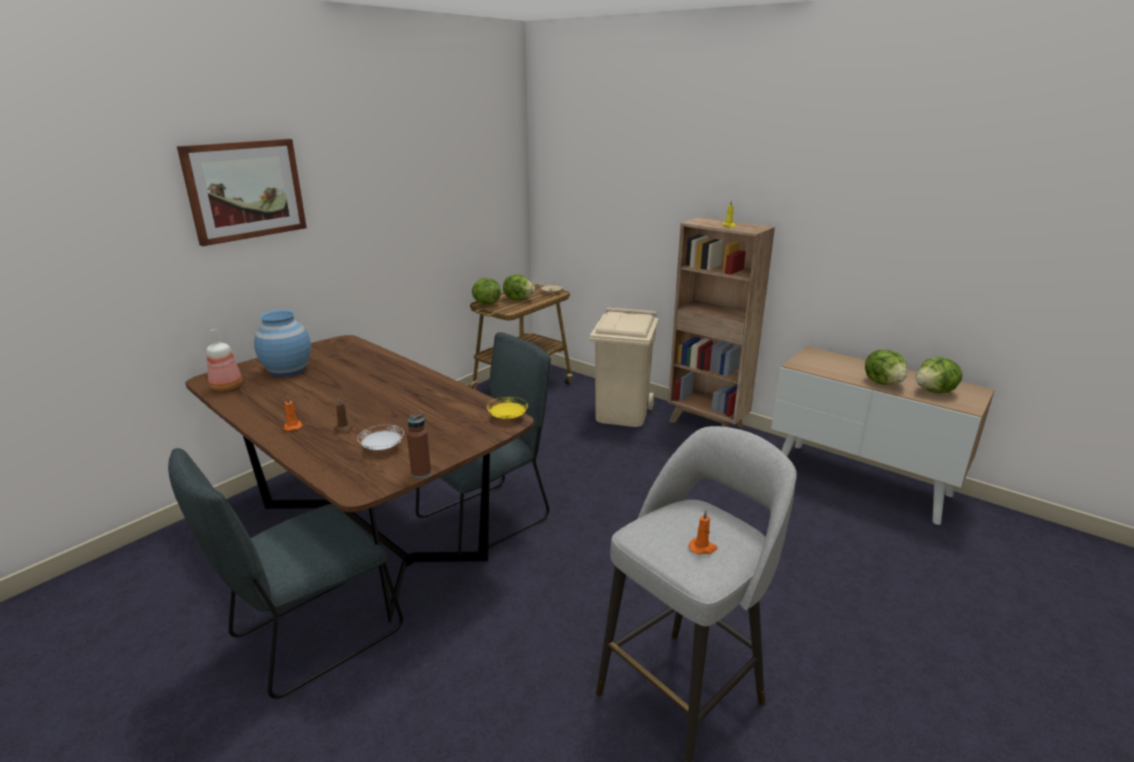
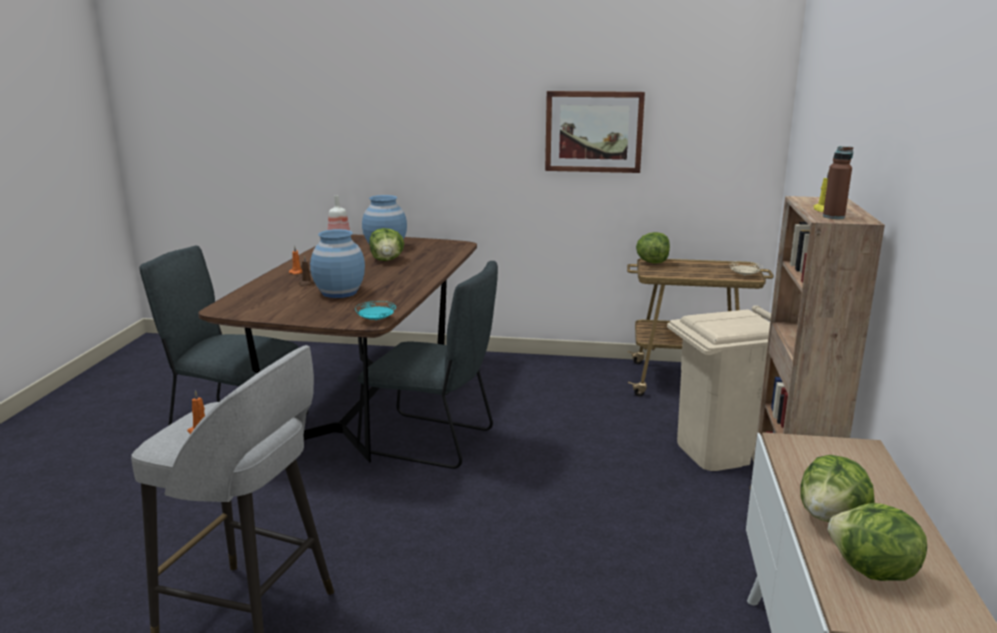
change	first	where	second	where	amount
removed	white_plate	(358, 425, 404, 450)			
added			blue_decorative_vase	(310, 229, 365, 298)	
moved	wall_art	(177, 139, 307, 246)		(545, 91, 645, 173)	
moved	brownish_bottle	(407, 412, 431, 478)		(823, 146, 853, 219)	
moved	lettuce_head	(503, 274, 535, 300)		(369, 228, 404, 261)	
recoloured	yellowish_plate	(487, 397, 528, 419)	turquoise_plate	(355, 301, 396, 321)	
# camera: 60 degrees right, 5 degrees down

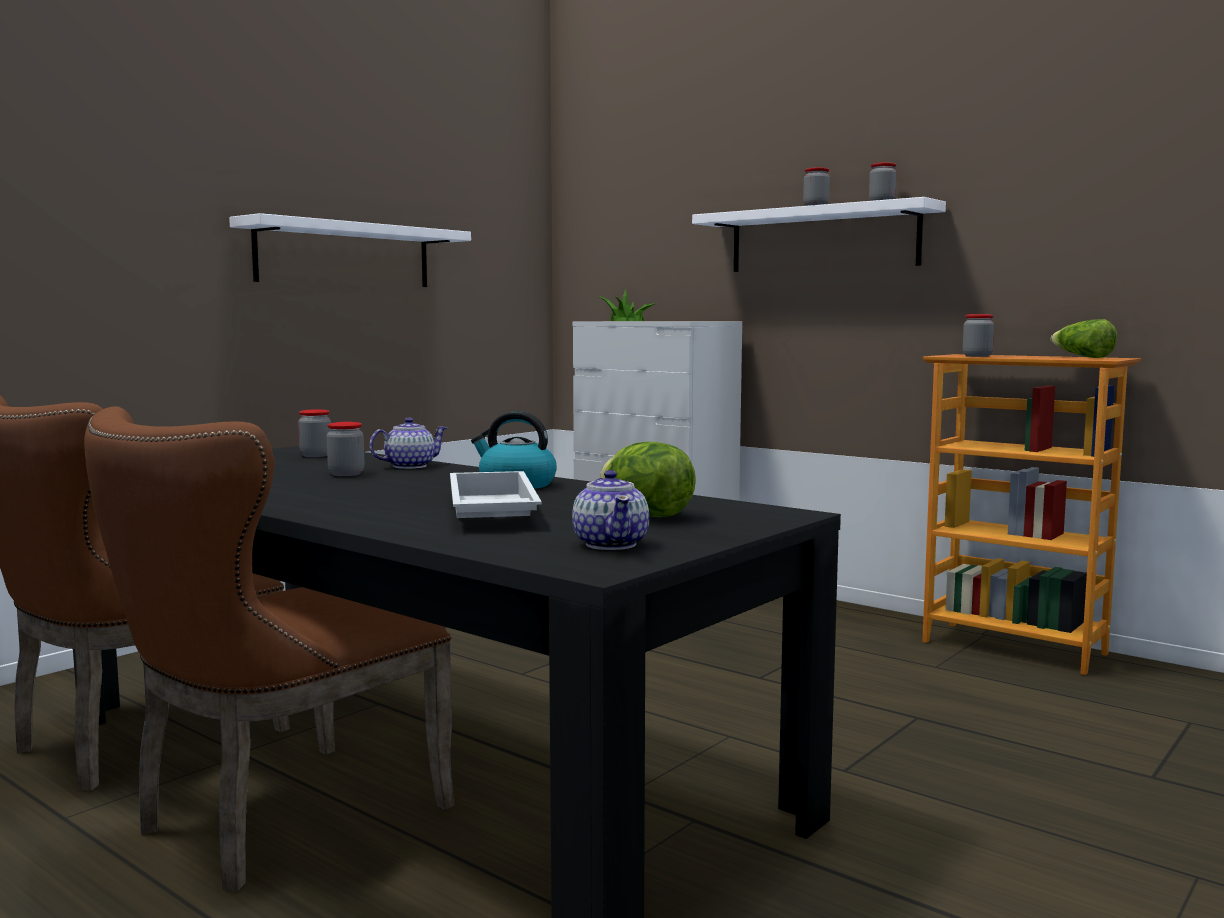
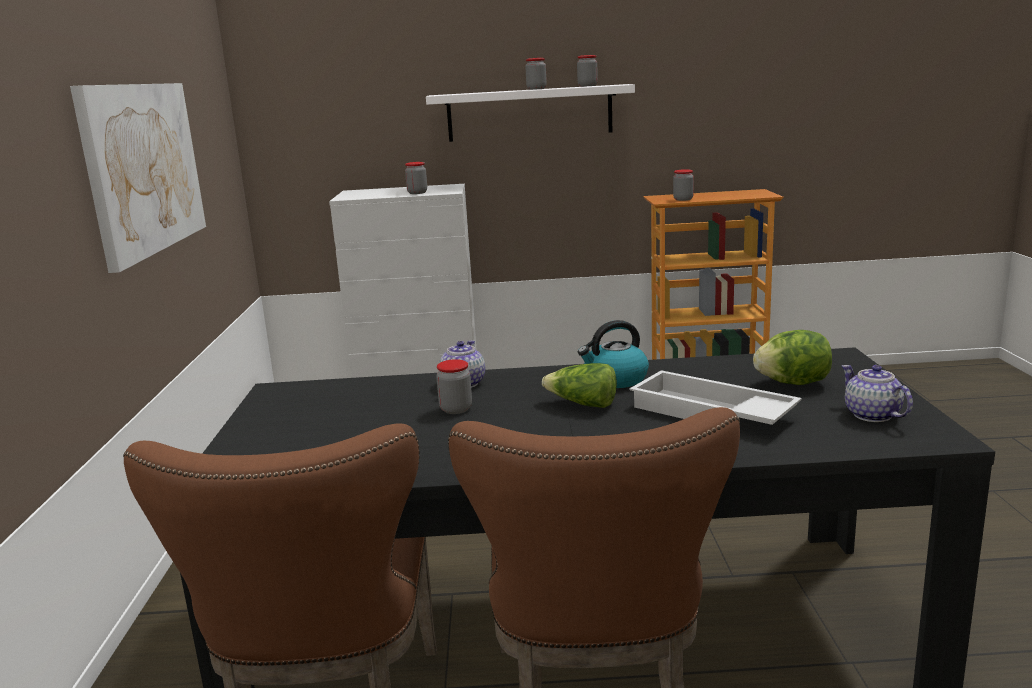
change	first	where	second	where	amount
removed	potted_plant	(598, 289, 656, 321)			
moved	preserve_jar	(298, 409, 331, 457)		(405, 162, 427, 194)	
moved	lettuce_head	(1051, 319, 1117, 358)		(542, 363, 617, 408)	
replaced	white_shelf	(229, 213, 471, 287)	wall_art	(70, 83, 206, 273)	
turned	tea_pot	(572, 470, 649, 550)		(842, 365, 913, 422)	150 degrees counterclockwise
# camera: 40 degrees left, 10 degrees up

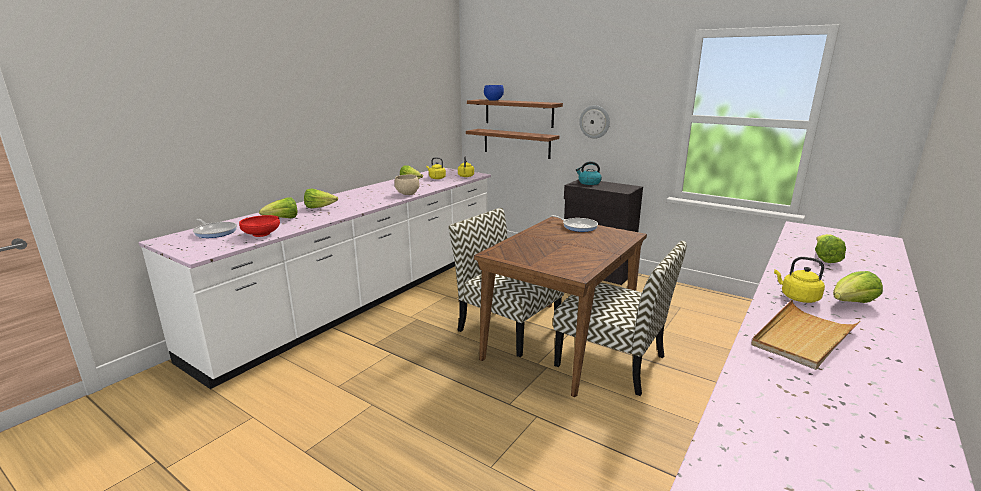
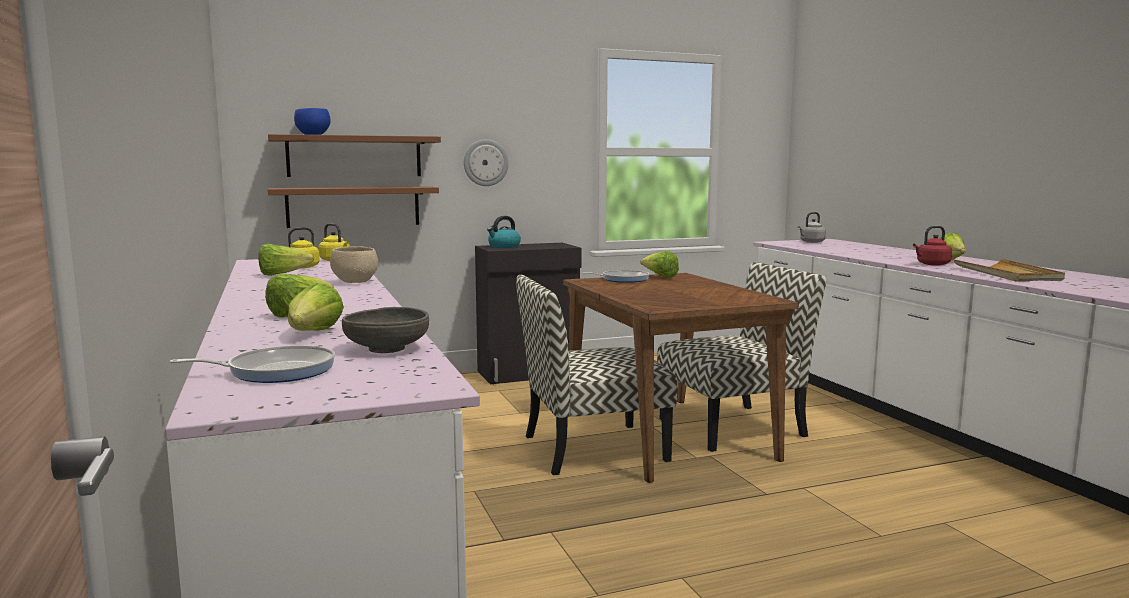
change	first	where	second	where	amount
added			gray_tea_kettle	(798, 212, 826, 243)	
moved	lettuce_head	(815, 234, 846, 263)		(640, 251, 679, 278)	
recoloured	reddish_bowl	(239, 215, 280, 237)	gray_bowl	(342, 307, 429, 353)	
recoloured	yellowish_tea_kettle	(774, 257, 825, 303)	reddish_tea_kettle	(913, 226, 952, 266)	
# camera: 55 degrees left, 10 degrees down

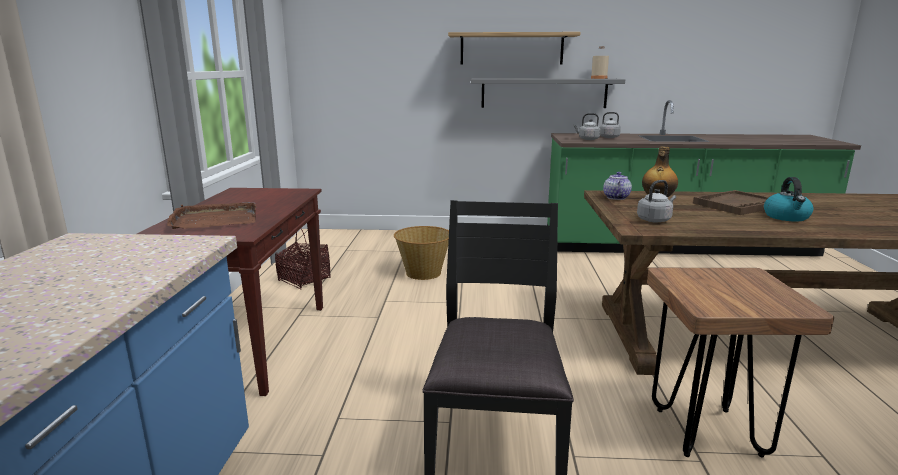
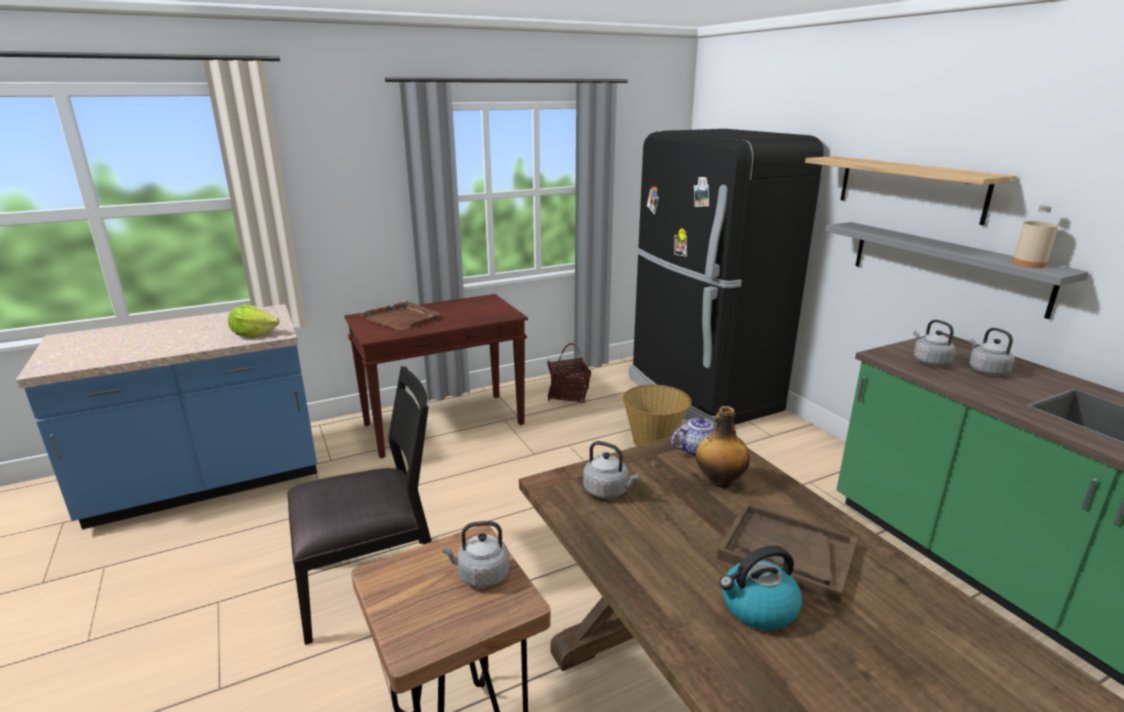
change	first	where	second	where	amount
added			lettuce_head	(228, 305, 280, 338)	
added			gray_tea_kettle	(442, 521, 510, 588)	
added			blackish_refrigerator	(629, 129, 824, 426)	
# camera: 60 degrees right, 5 degrees up

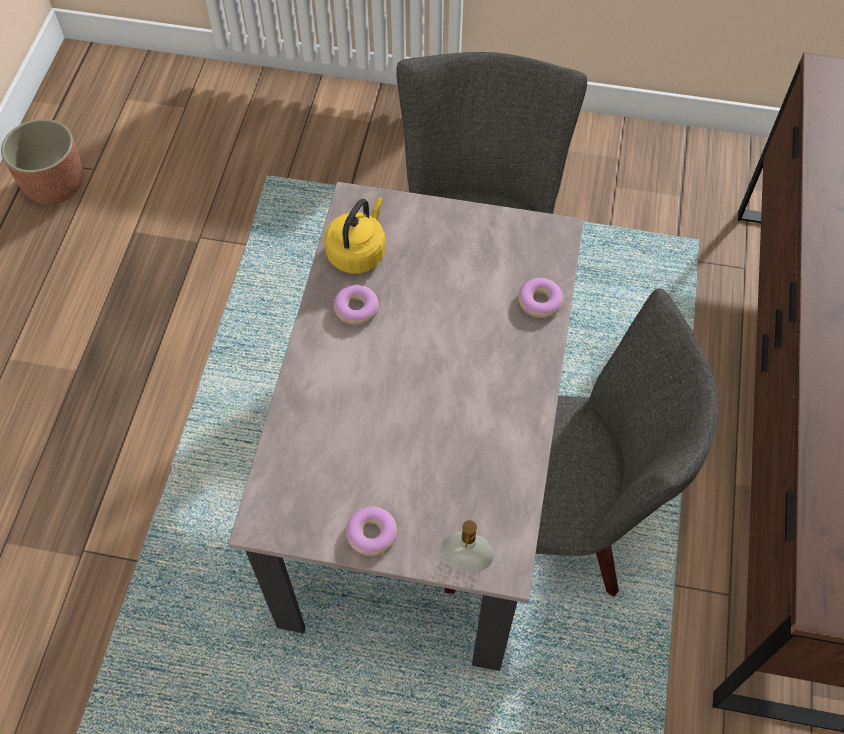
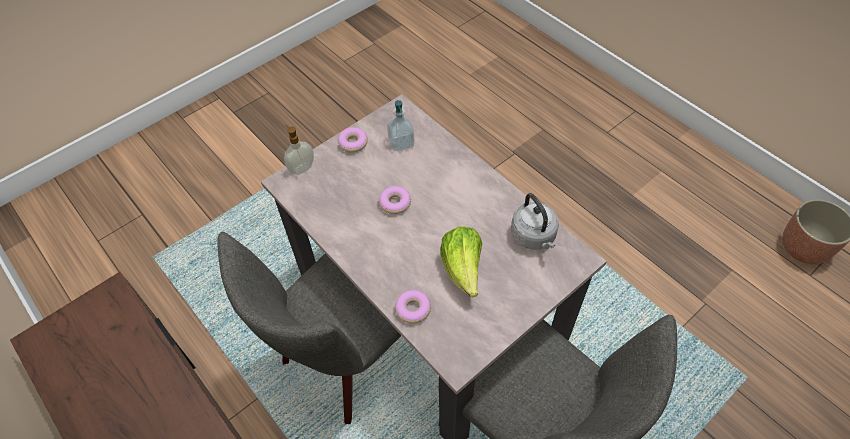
change	first	where	second	where	amount
added			soap_bottle	(387, 100, 415, 151)	
added			lettuce_head	(440, 227, 482, 297)	
moved	doughnut	(334, 285, 379, 325)		(379, 186, 411, 214)	
recoloured	yellowish_tea_kettle	(324, 197, 385, 274)	gray_tea_kettle	(511, 193, 559, 249)	
# camera: 130 degrees right, 5 degrees down

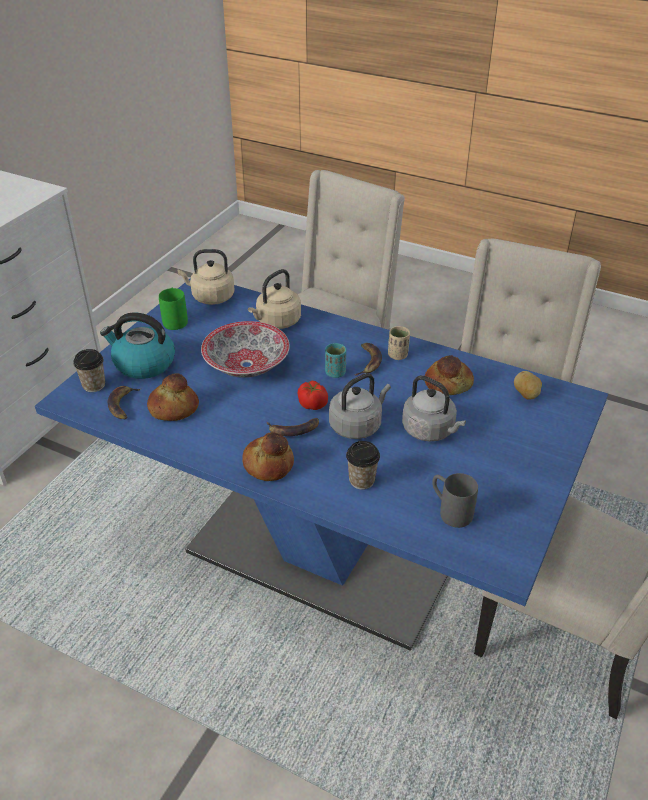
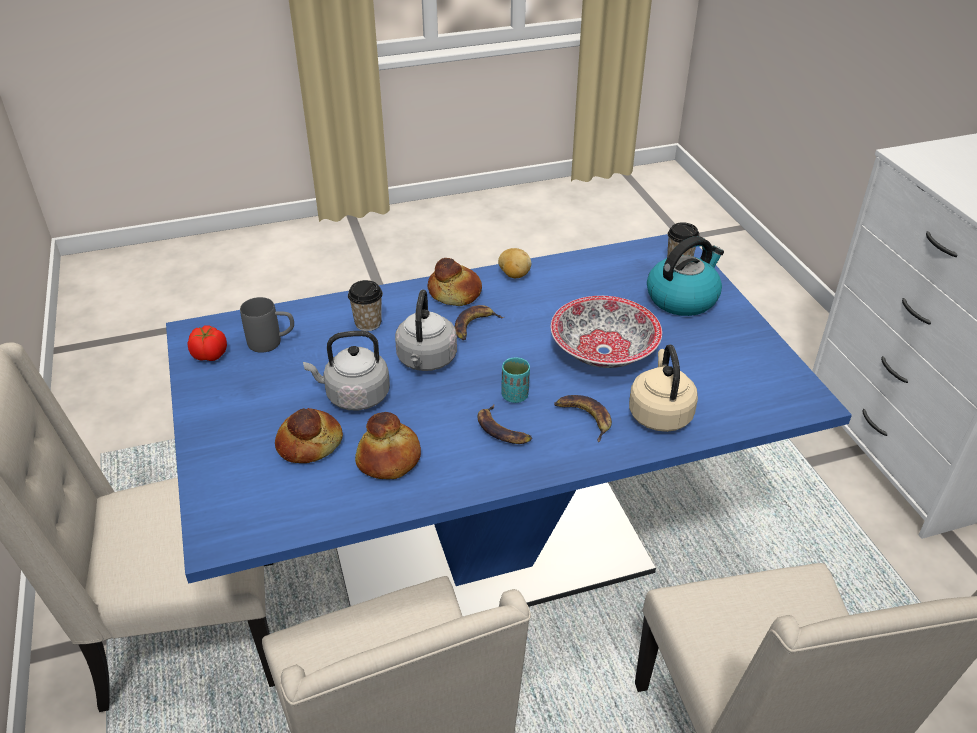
change	first	where	second	where	amount
removed	green_mug	(159, 288, 188, 330)			
removed	beige_tea_kettle	(178, 249, 235, 305)			
removed	beige_cup	(388, 326, 410, 360)			
moved	banana_fruit	(108, 386, 141, 419)		(554, 395, 612, 442)	
moved	bread	(147, 373, 199, 421)		(275, 408, 343, 463)	
moved	tomato	(298, 381, 328, 410)		(187, 325, 227, 361)	
moved	spud	(514, 371, 542, 400)		(498, 248, 531, 278)	
# camera: 135 degrees right, 0 degrees up

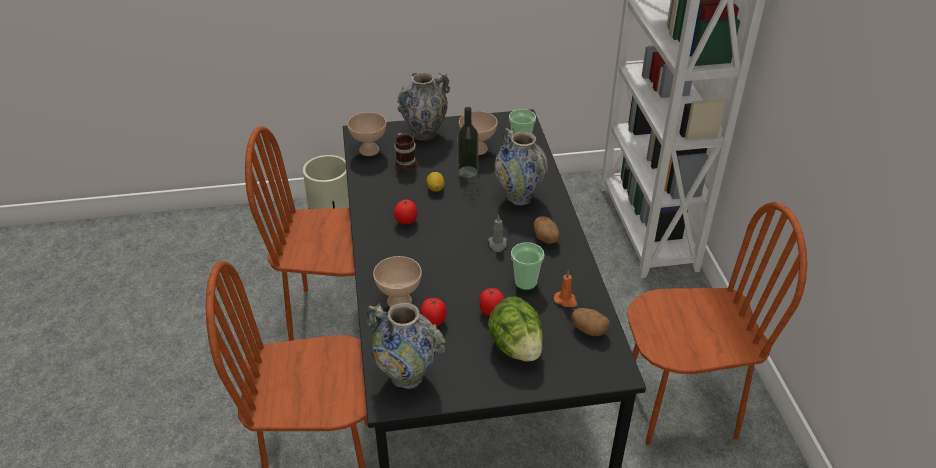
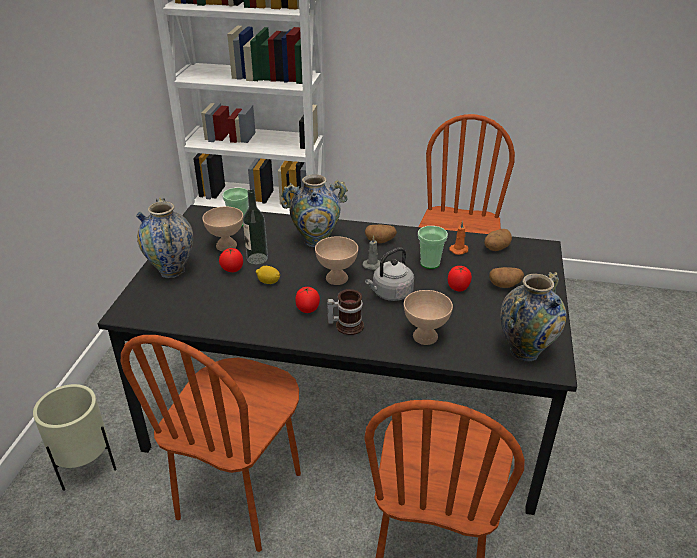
change	first	where	second	where	amount
added			gray_tea_kettle	(365, 247, 414, 301)	
moved	beige_bowl	(347, 112, 386, 156)		(315, 236, 358, 285)	
moved	mug	(394, 133, 418, 172)		(327, 289, 364, 335)	
moved	tomato	(421, 298, 447, 326)		(219, 248, 243, 272)	
replaced	lettuce_head	(488, 296, 543, 362)	spud	(489, 267, 524, 288)	
# camera: 70 degrees left, 5 degrees down

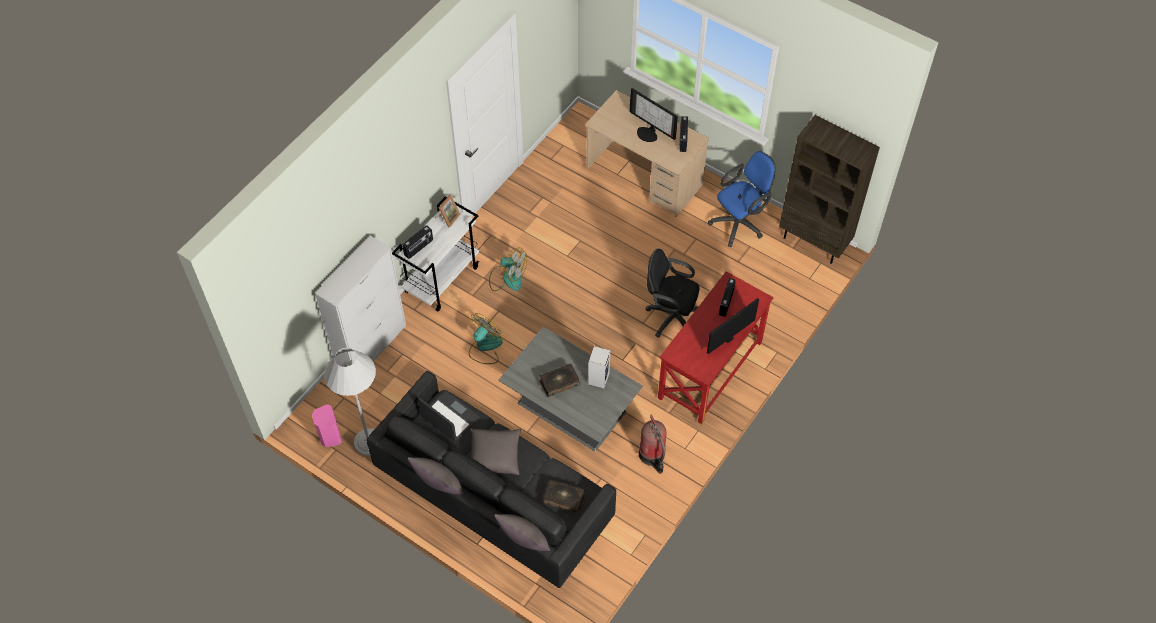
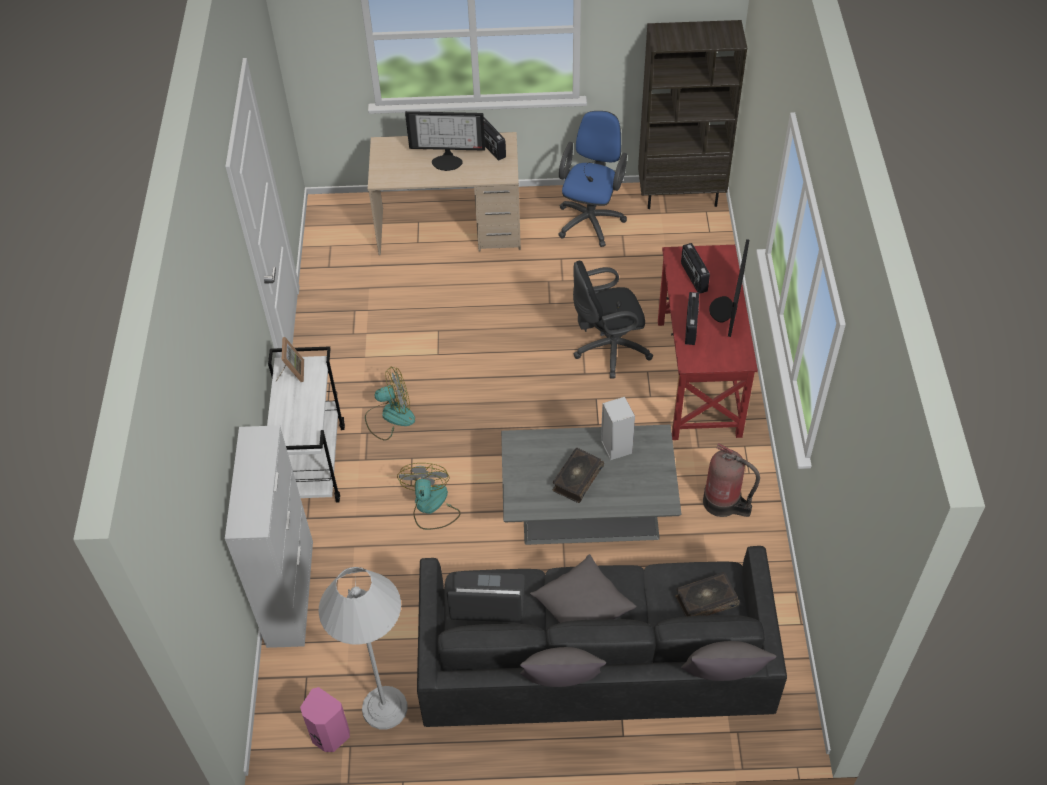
change	first	where	second	where	amount
moved	radio_set	(402, 225, 433, 259)		(685, 292, 699, 345)	
# camera: 35 degrees left, 5 degrees down

